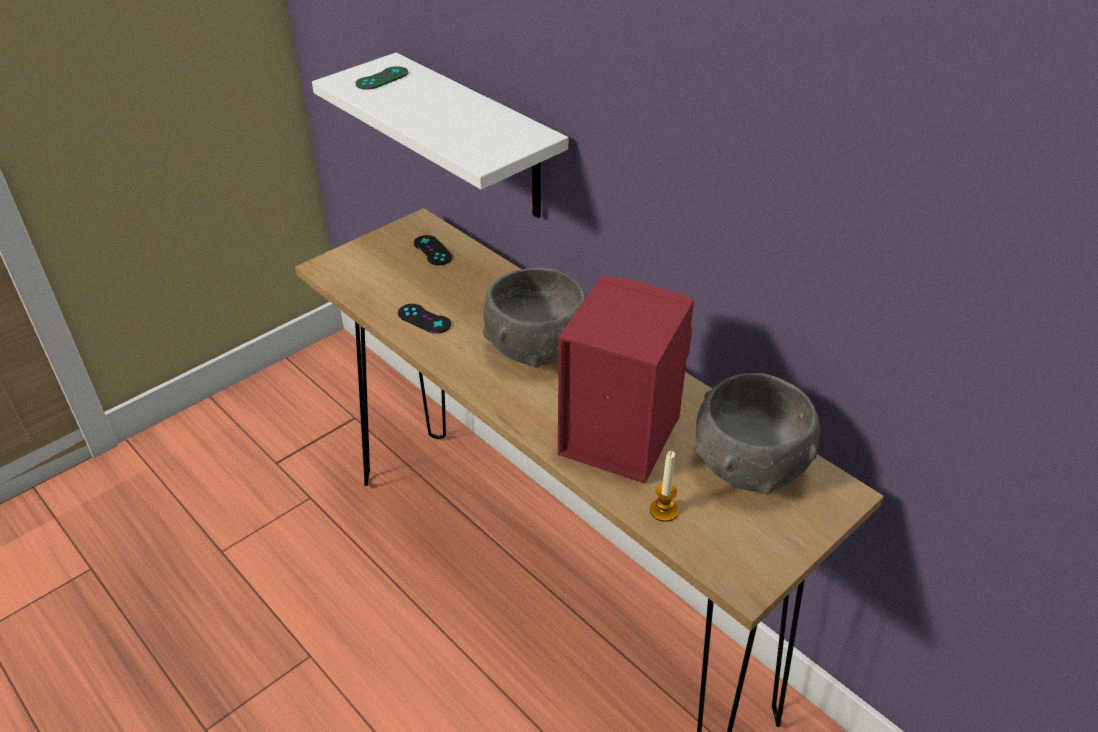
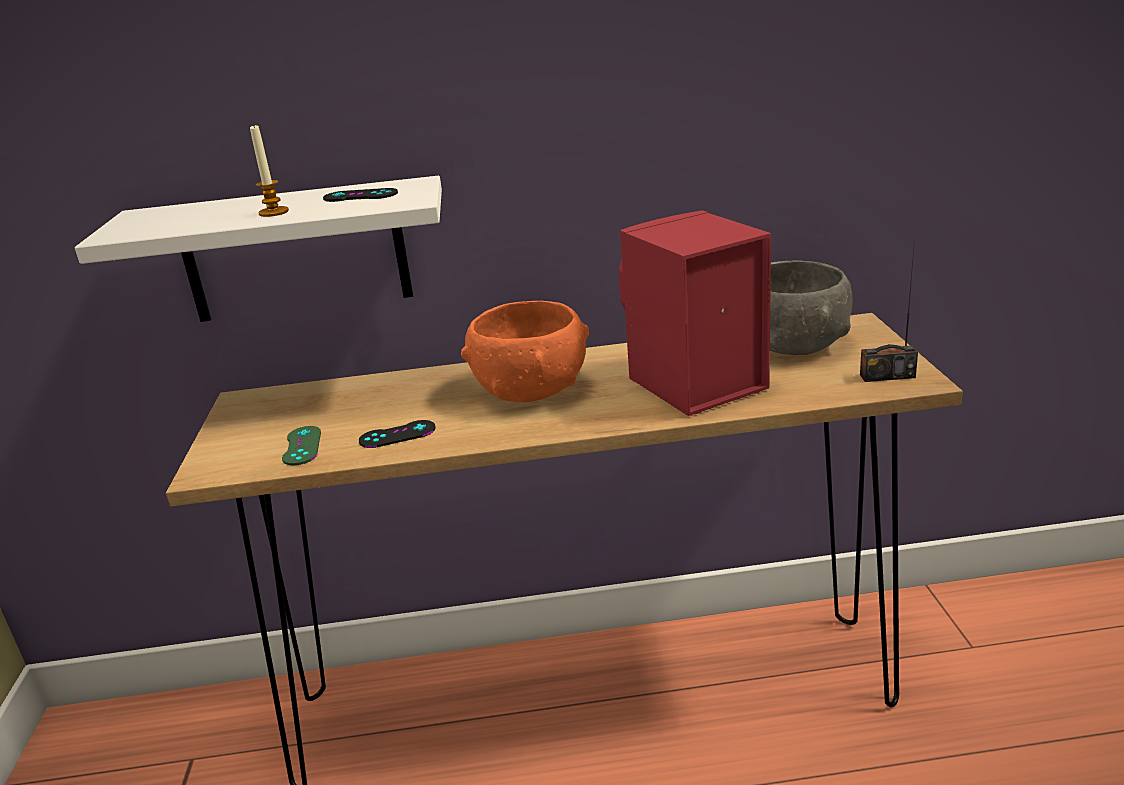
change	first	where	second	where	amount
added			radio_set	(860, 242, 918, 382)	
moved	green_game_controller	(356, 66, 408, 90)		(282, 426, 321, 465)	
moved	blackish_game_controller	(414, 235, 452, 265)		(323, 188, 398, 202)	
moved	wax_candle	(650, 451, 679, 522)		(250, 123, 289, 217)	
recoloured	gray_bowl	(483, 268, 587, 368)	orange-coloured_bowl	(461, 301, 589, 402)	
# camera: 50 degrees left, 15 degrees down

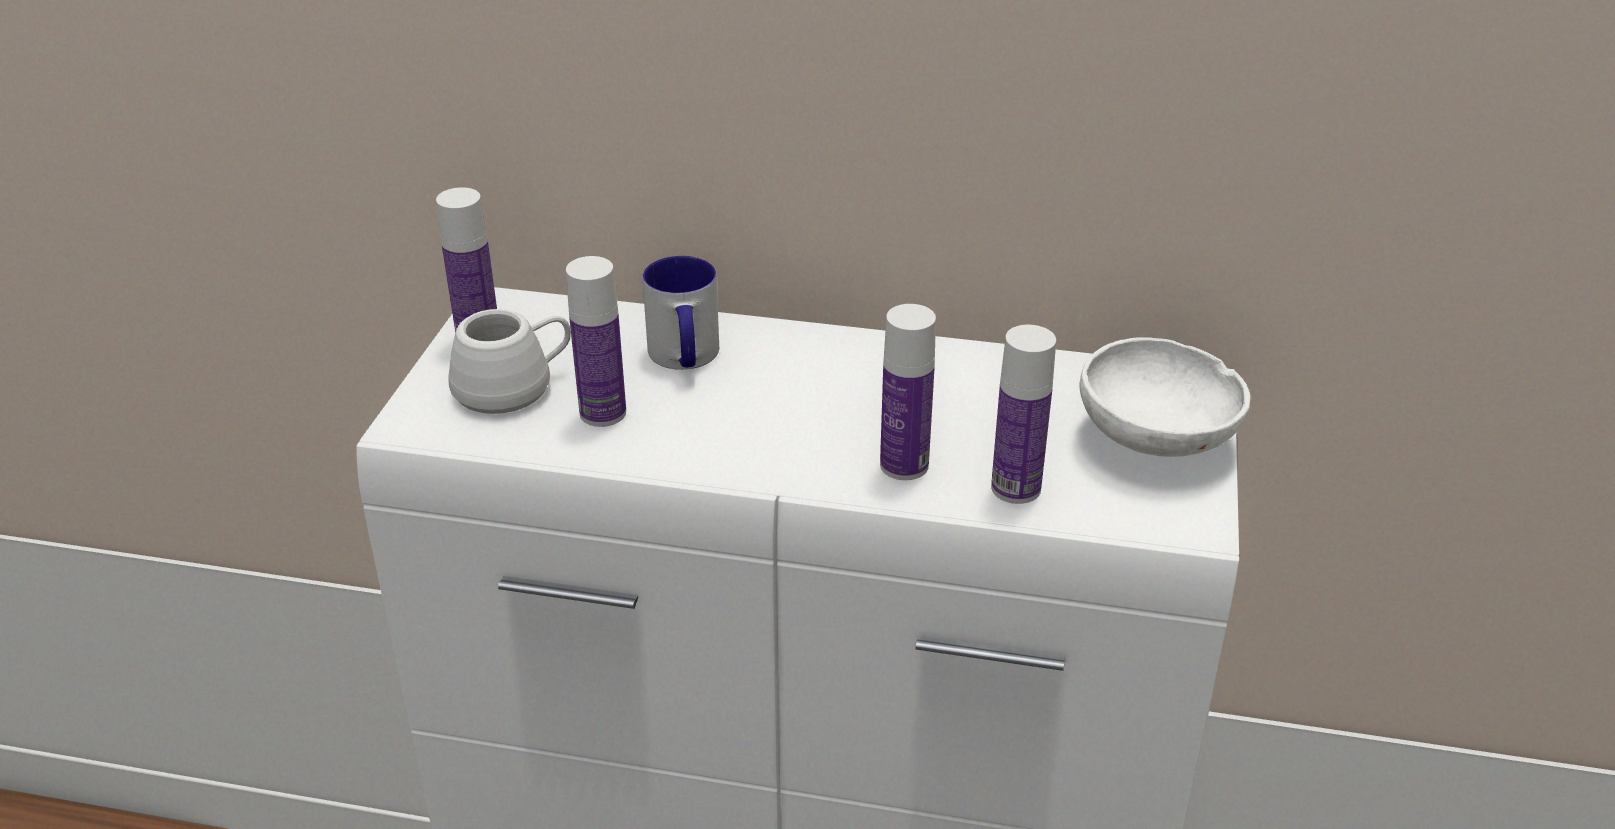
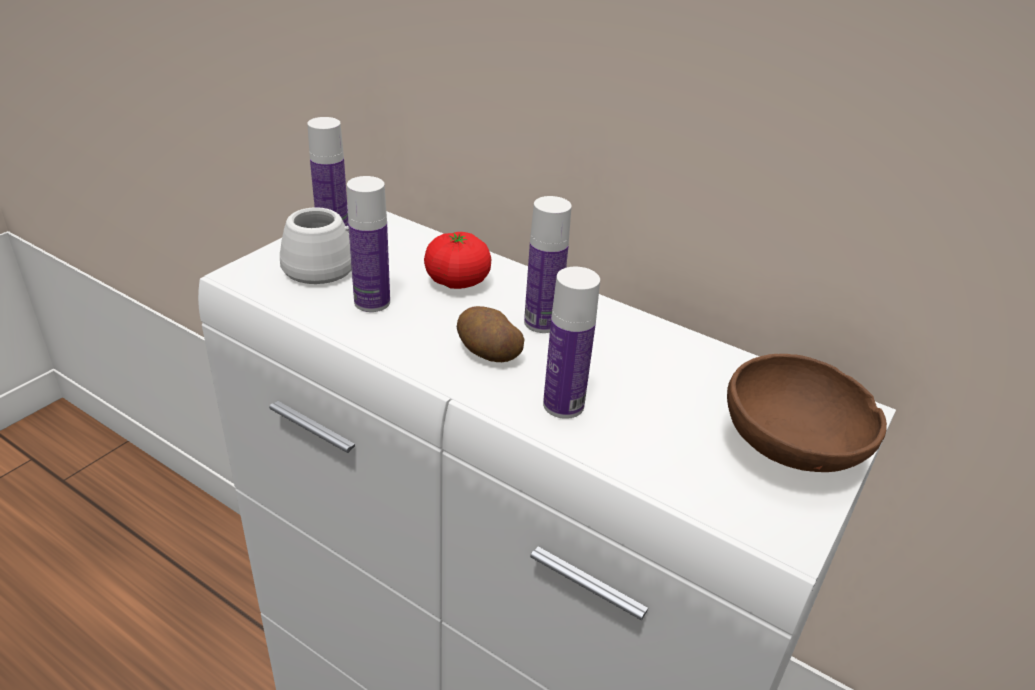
change	first	where	second	where	amount
added			spud	(457, 306, 525, 362)	
moved	bottle	(991, 325, 1056, 504)		(524, 196, 572, 333)	
replaced	mug	(643, 256, 719, 370)	tomato	(424, 232, 491, 289)	
recoloured	white_bowl	(1080, 337, 1251, 457)	brownish_bowl	(727, 354, 887, 472)	
# camera: 20 degrees right, 0 degrees up

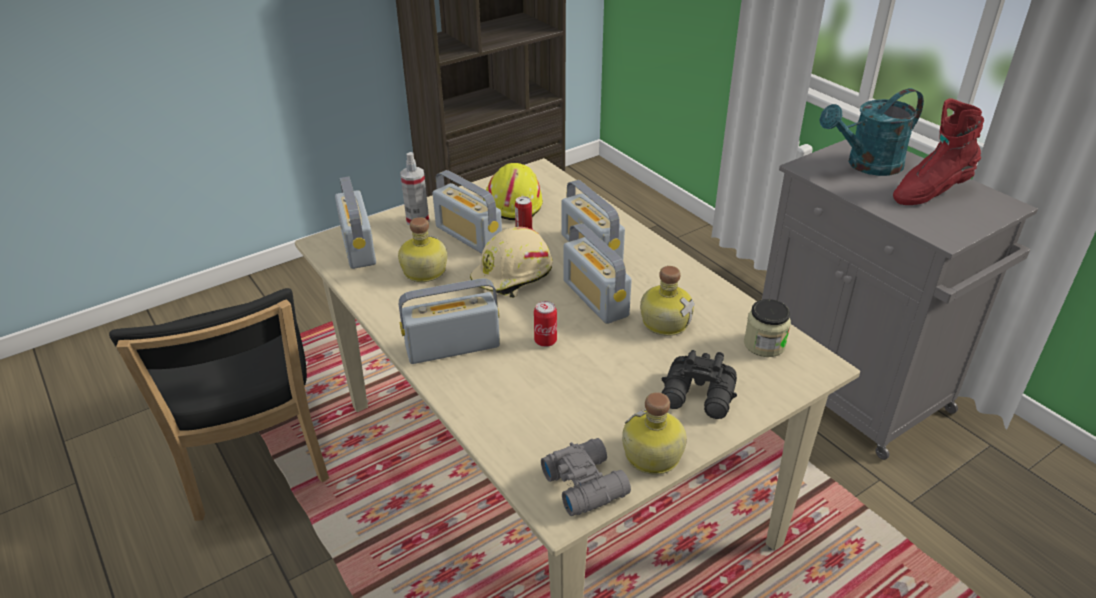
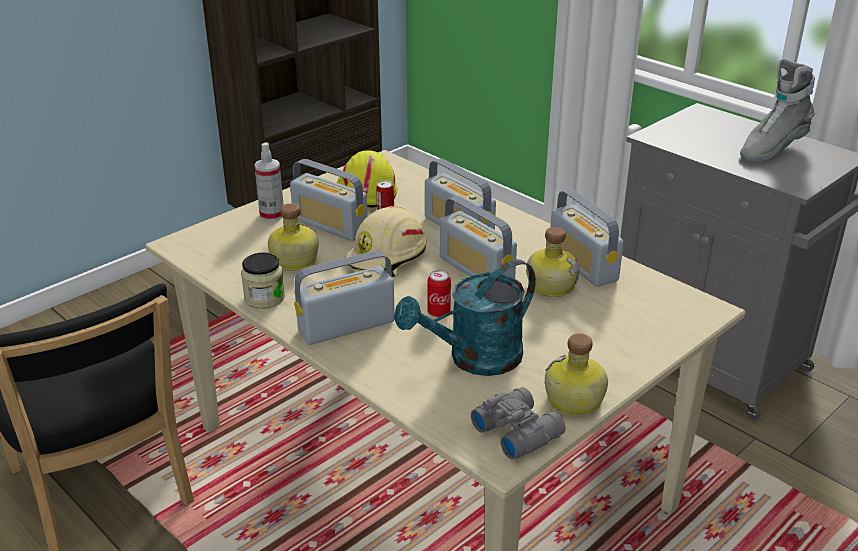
change	first	where	second	where	amount
removed	blackish_pair_of_binoculars	(662, 350, 737, 419)			
moved	radio_set	(335, 177, 376, 269)		(551, 189, 624, 287)	
moved	preserve_jar	(744, 299, 791, 357)		(241, 252, 285, 309)	
moved	turquoise_sprinkling_can	(819, 88, 924, 176)		(394, 259, 536, 376)	
recoloured	reddish_tall_boot	(893, 98, 984, 205)	gray_tall_boot	(740, 59, 815, 162)	
# camera: 10 degrees left, 5 degrees down

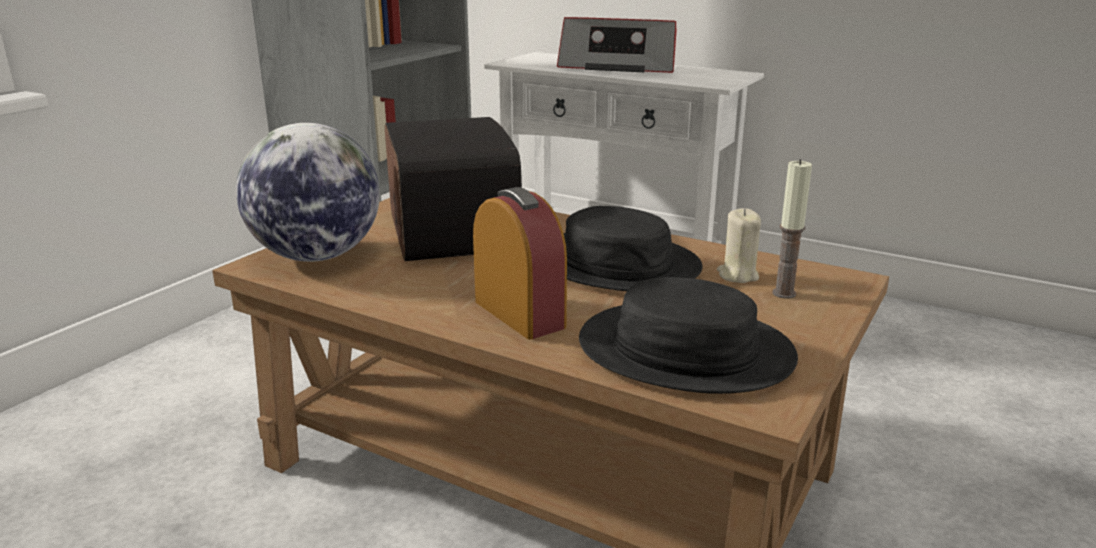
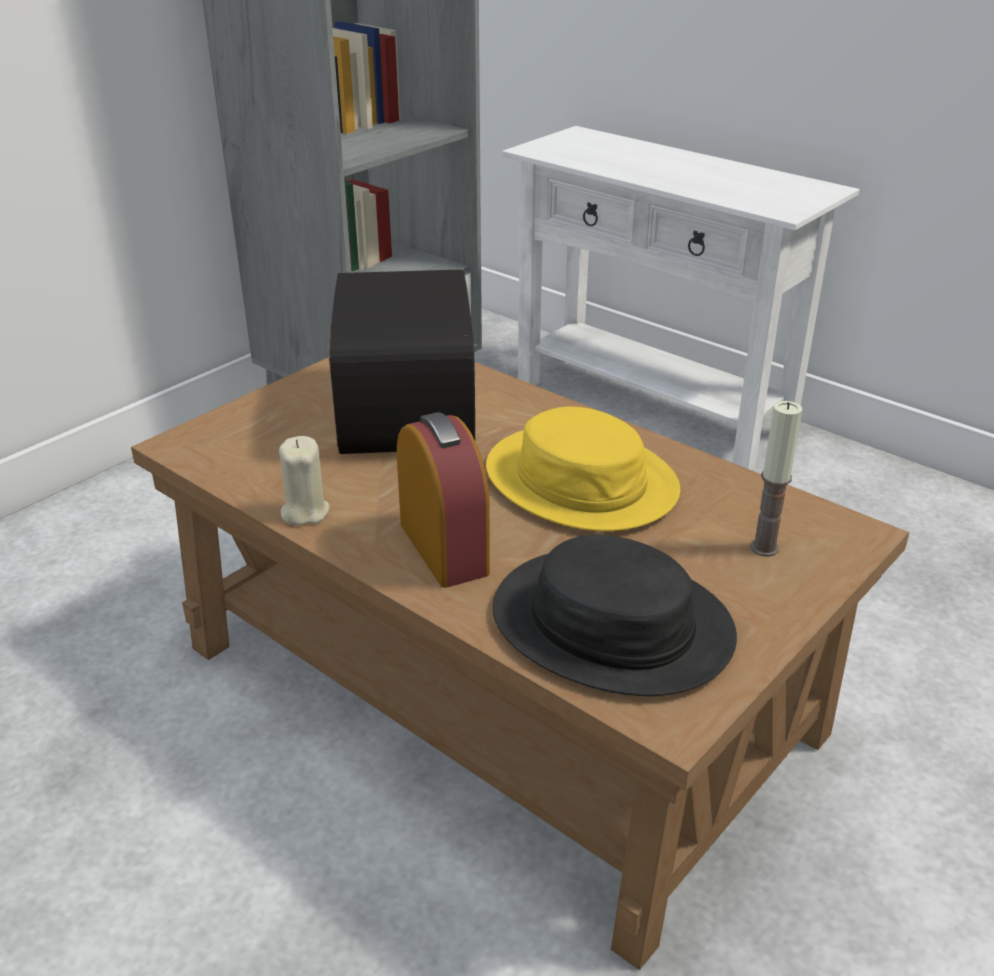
change	first	where	second	where	amount
removed	desk_globe	(236, 123, 380, 262)			
removed	radio_set	(557, 17, 676, 73)			
moved	beige_wax_candle	(717, 208, 761, 283)		(279, 436, 329, 525)	
recoloured	blackish_wearable_hat	(563, 206, 703, 291)	yellowish_wearable_hat	(486, 407, 680, 531)	
# camera: 10 degrees right, 10 degrees up

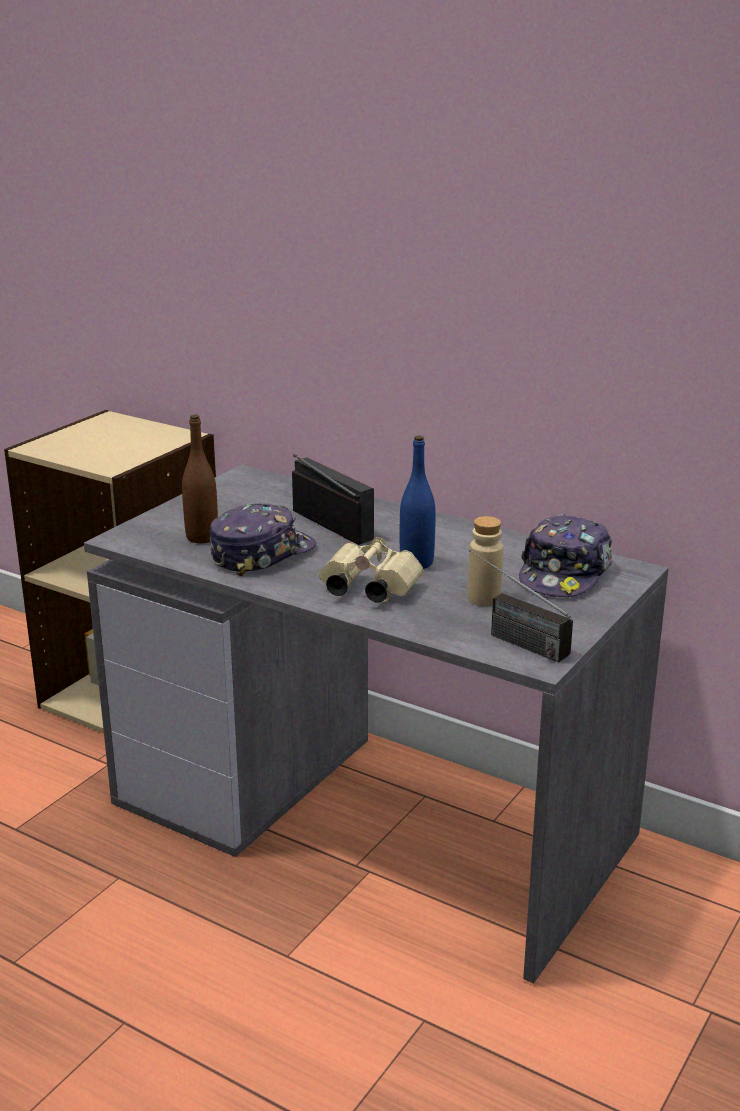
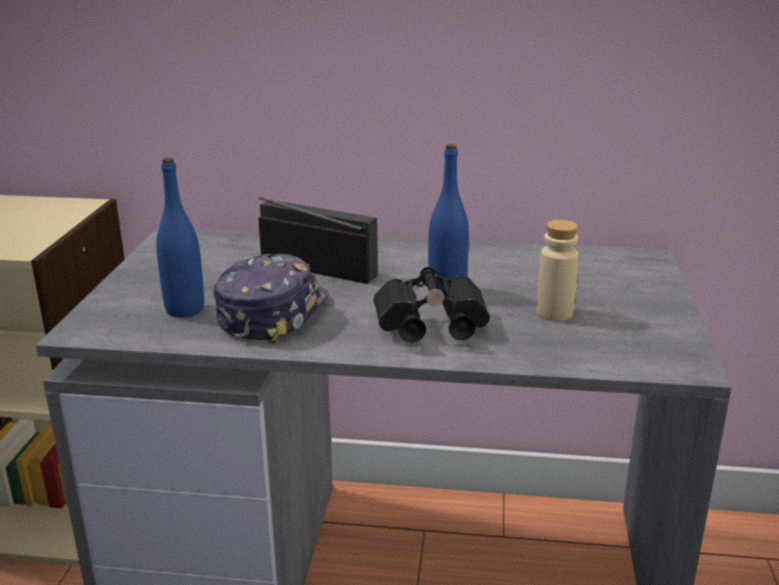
change	first	where	second	where	amount
removed	radio_set	(469, 550, 573, 662)			
removed	cap	(519, 513, 612, 597)			
recoloured	brownish_bottle	(182, 415, 218, 543)	blue_bottle	(156, 158, 204, 317)	
recoloured	beige_pair_of_binoculars	(319, 537, 424, 603)	blackish_pair_of_binoculars	(373, 266, 490, 342)	
# camera: 25 degrees left, 0 degrees up

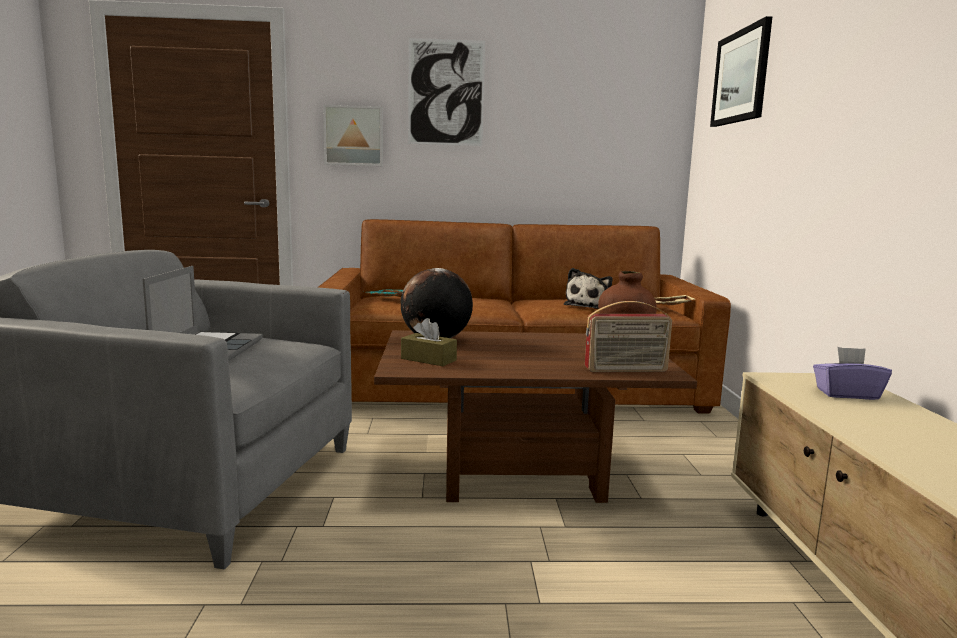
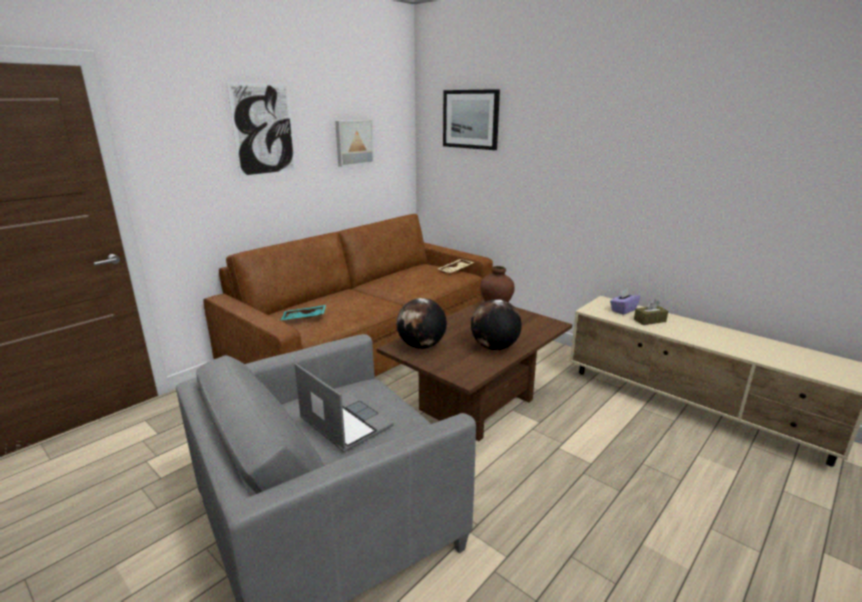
change	first	where	second	where	amount
removed	cuddly_toy	(564, 268, 613, 309)			
removed	radio_set	(585, 301, 672, 372)			
added			desk_globe	(471, 299, 522, 350)	
moved	wall_art	(323, 105, 383, 166)		(335, 120, 374, 167)	
moved	brownish_tissue_box	(401, 318, 457, 366)		(634, 299, 668, 325)	
# camera: 45 degrees left, 10 degrees up

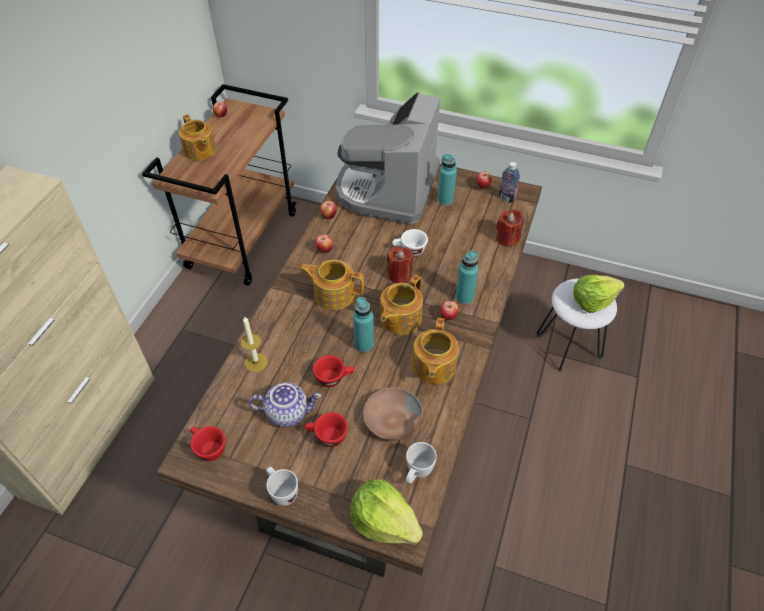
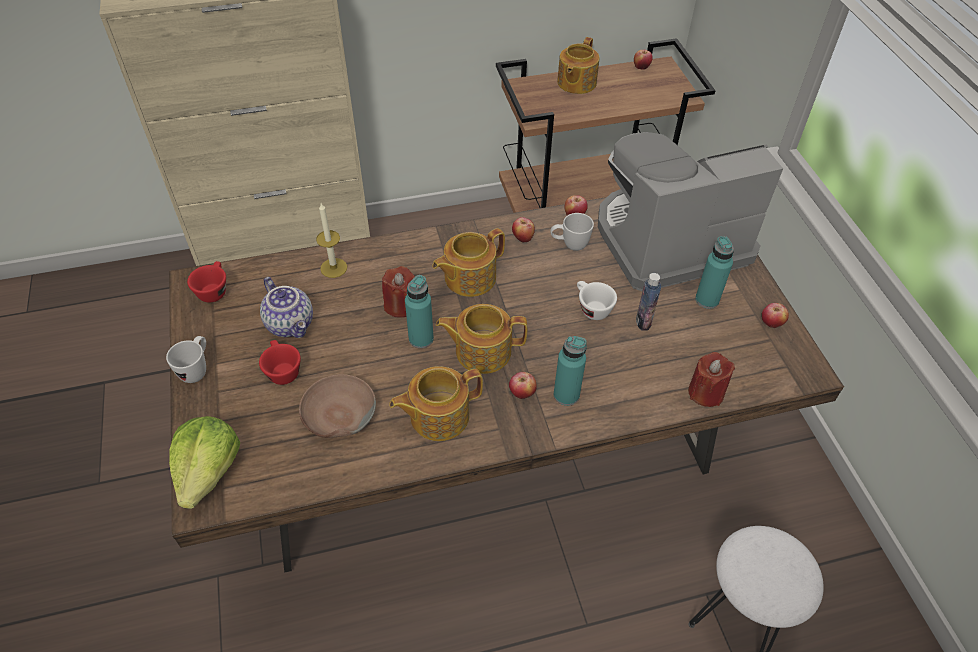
change	first	where	second	where	amount
removed	reddish_cup	(313, 355, 355, 387)			
removed	lettuce_head	(573, 275, 625, 313)			
moved	reddish_wax_candle	(387, 246, 414, 283)		(382, 266, 415, 318)	
moved	white_mug	(406, 442, 437, 484)		(550, 213, 594, 251)	
moved	bottle	(499, 162, 520, 203)		(636, 273, 661, 331)	
turned	tea_pot	(299, 260, 364, 310)		(432, 228, 505, 297)	105 degrees counterclockwise
# camera: 55 degrees right, 0 degrees up

